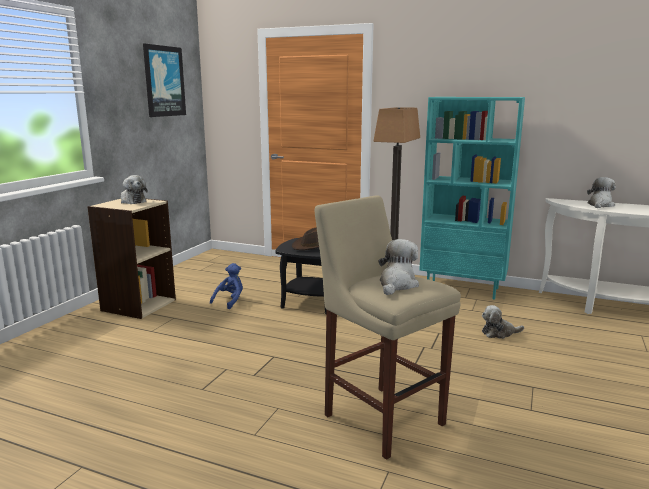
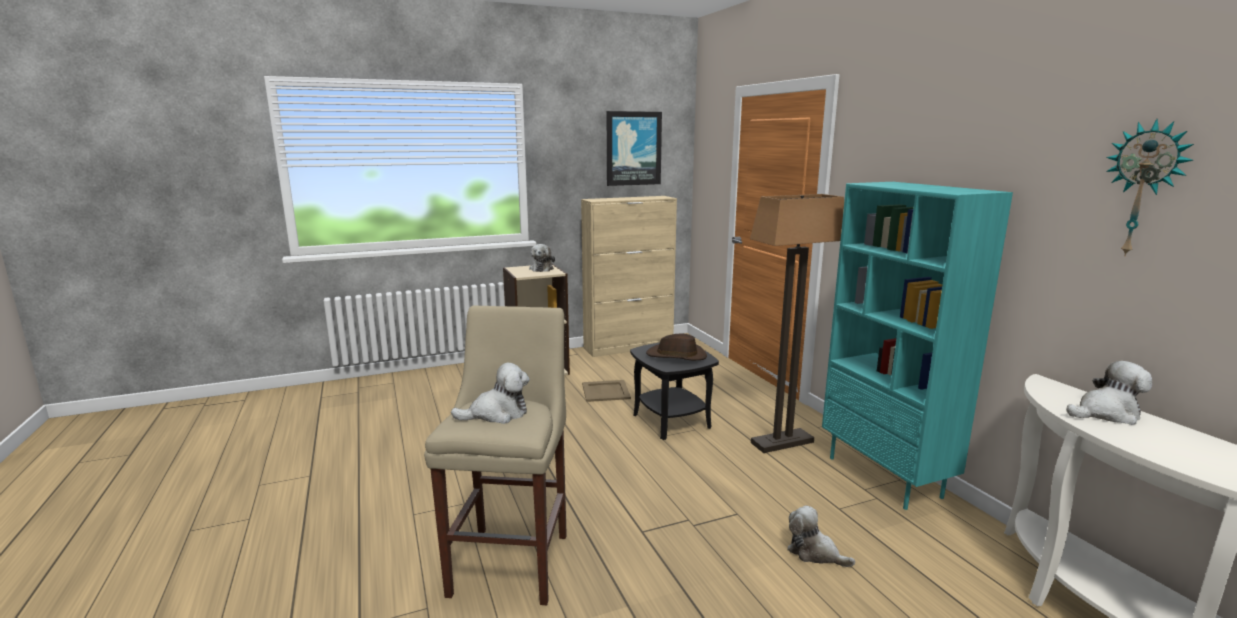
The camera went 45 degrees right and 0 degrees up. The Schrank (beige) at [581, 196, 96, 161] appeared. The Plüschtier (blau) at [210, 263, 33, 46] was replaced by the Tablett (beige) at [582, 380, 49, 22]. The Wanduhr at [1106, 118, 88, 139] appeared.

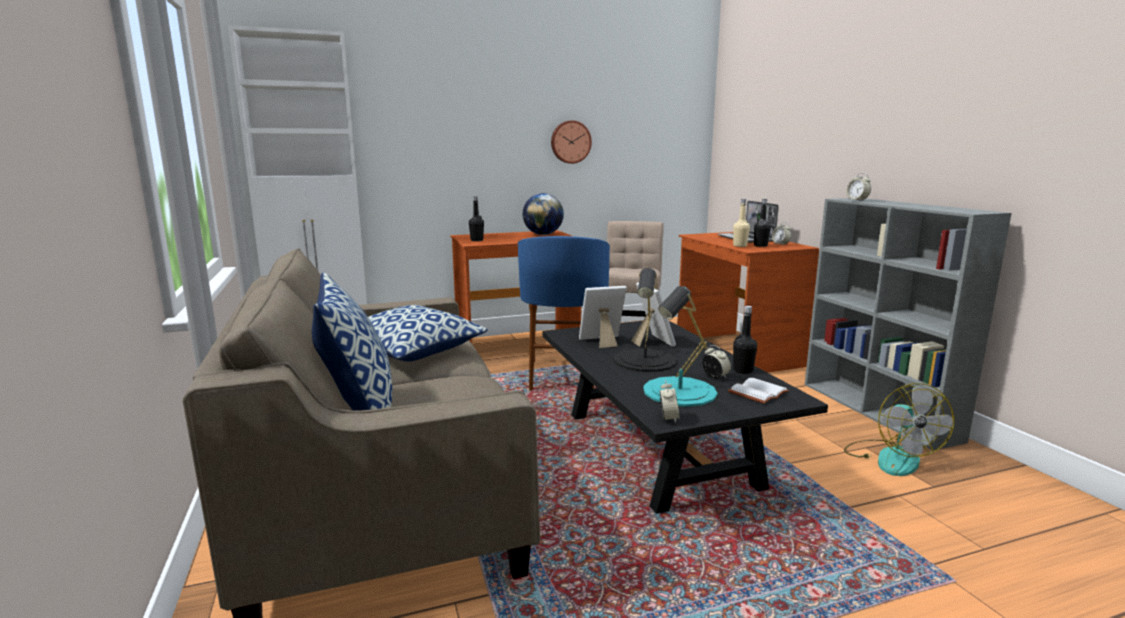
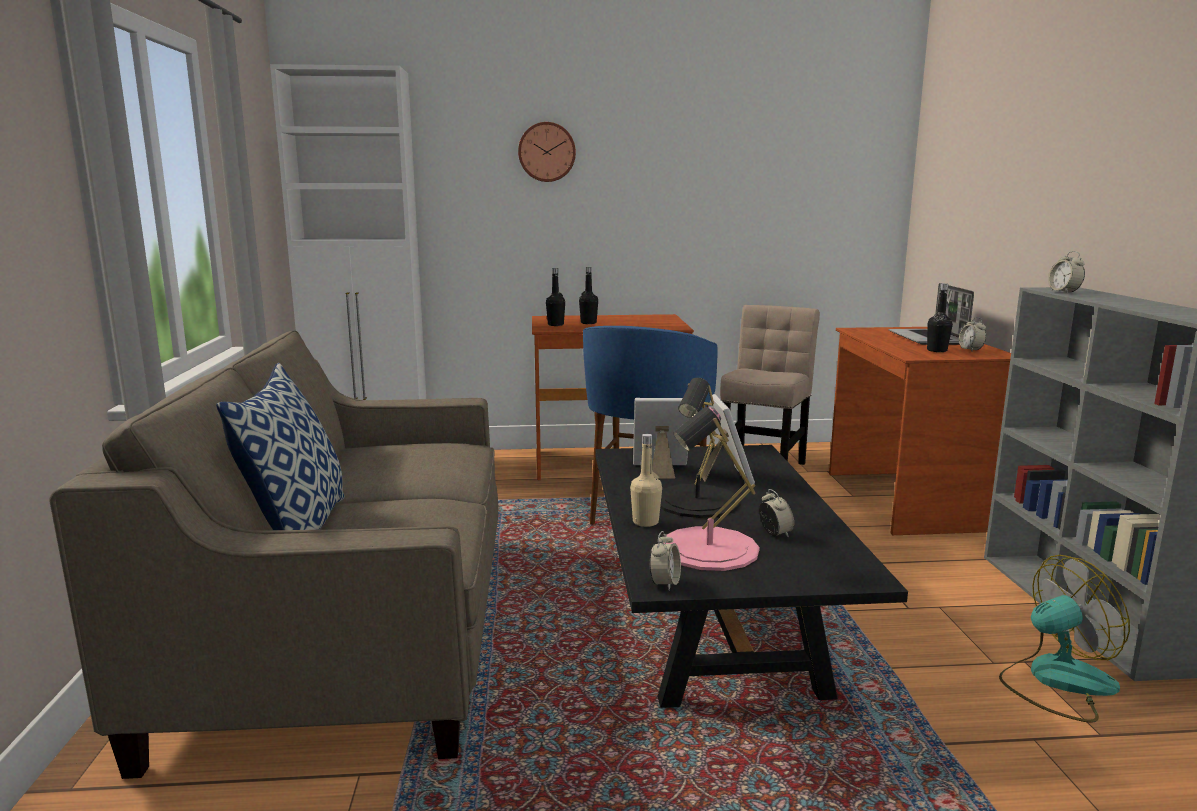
The camera went 15 degrees right and 0 degrees up. The Wanduhr moved from [551, 120, 41, 44] to [518, 122, 58, 60]. The Flasche (schwarz) moved from [733, 306, 24, 68] to [579, 267, 19, 57]. The Flasche (beige) moved from [733, 199, 17, 48] to [630, 434, 32, 93]. The Tischlampe (türkis) at [643, 286, 74, 121] became the Tischlampe (rosa) at [663, 407, 97, 164]. The Ventilator at [844, 383, 110, 93] turned 120 degrees counterclockwise. The Kissen at [368, 305, 120, 56] disappeared. The Globus at [523, 193, 41, 42] disappeared. The Buch (weiß) at [728, 378, 61, 26] disappeared.

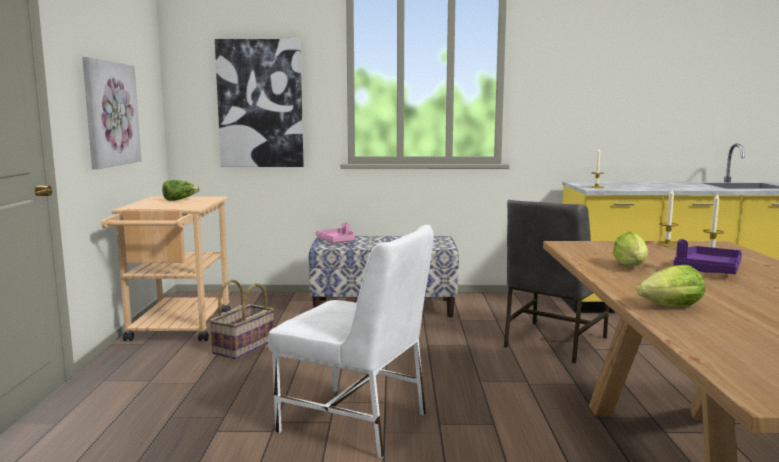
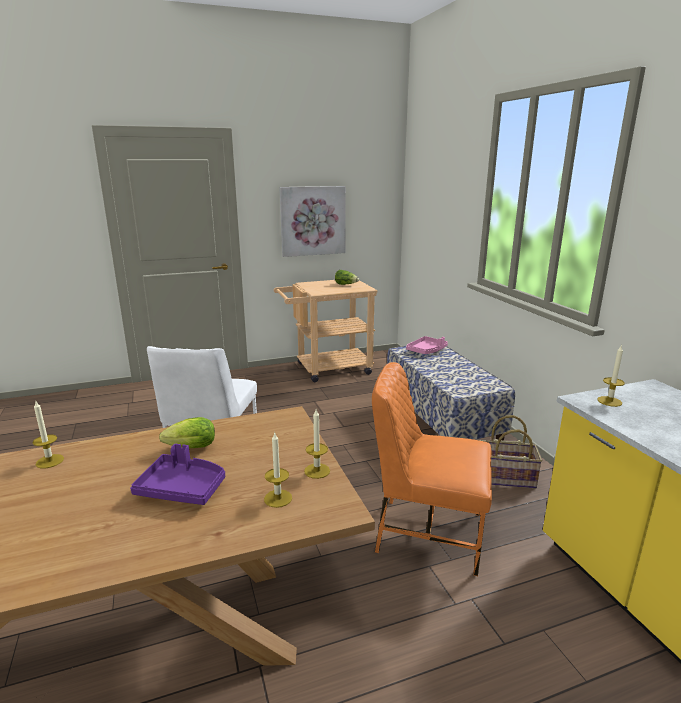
The camera went 70 degrees right and 10 degrees up. The Salatkopf at [637, 265, 69, 42] was replaced by the Kerze at [33, 400, 31, 68]. The Stuhl (grau) at [504, 200, 105, 163] became the Stuhl (orange) at [372, 362, 120, 214]. The Korb moved from [209, 280, 65, 79] to [479, 415, 63, 74]. The Bild at [215, 39, 89, 128] disappeared.

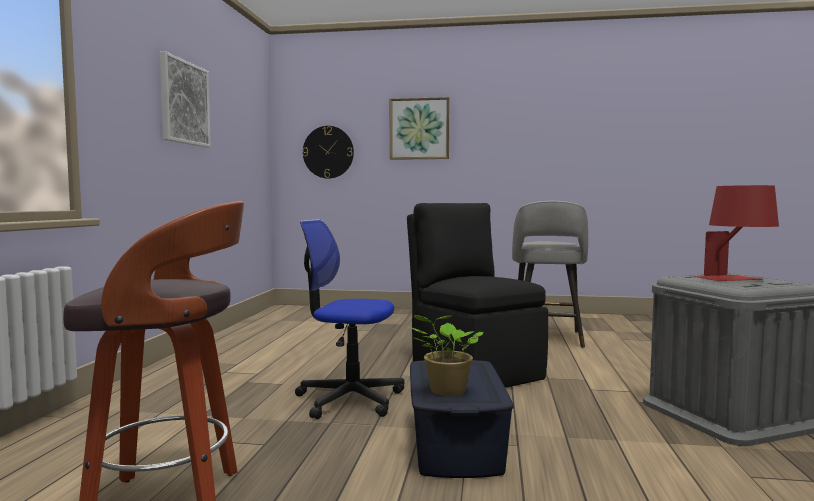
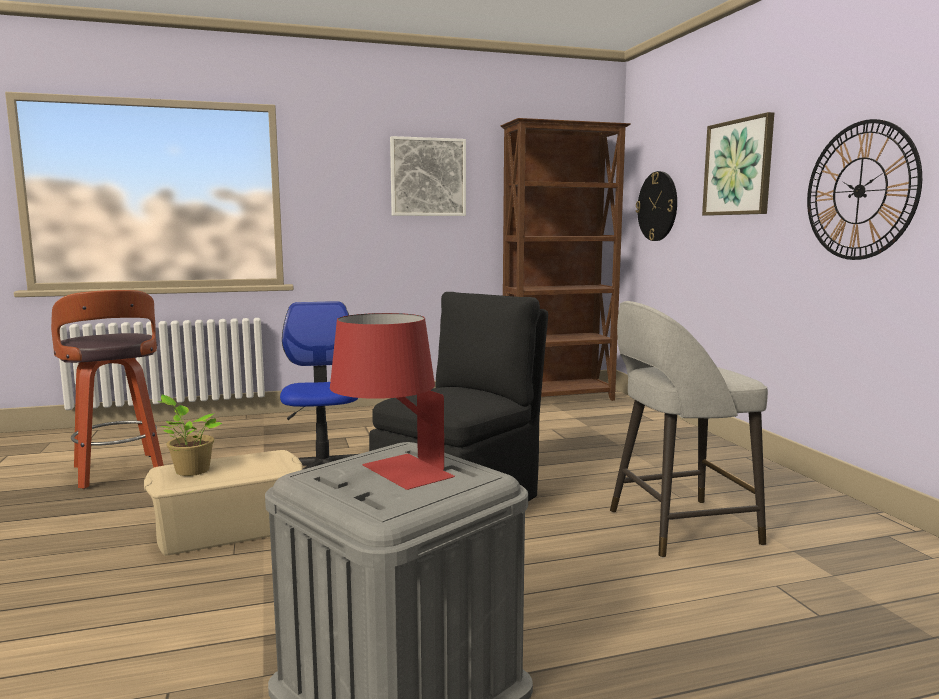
The camera went 65 degrees right and 5 degrees up. The Aufbewahrungsbox (blau) at [410, 360, 104, 118] became the Aufbewahrungsbox (beige) at [144, 450, 159, 106]. The Bücherregal (braun) at [501, 118, 130, 283] appeared. The Wanduhr at [807, 119, 115, 141] appeared.

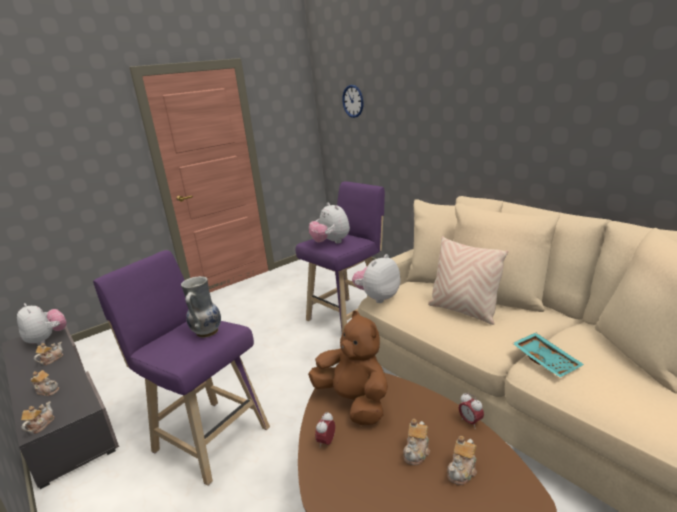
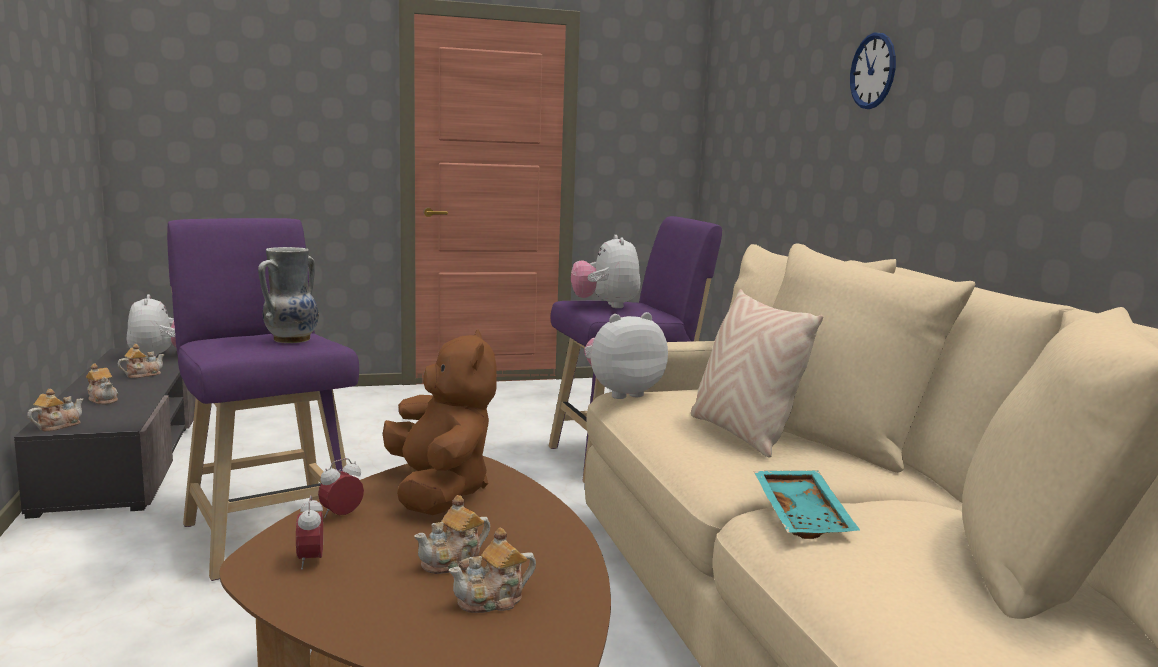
The camera went 20 degrees right and 10 degrees down. The Wecker moved from [459, 393, 25, 36] to [296, 495, 27, 75]. The Wanduhr moved from [342, 85, 21, 33] to [850, 32, 46, 77].

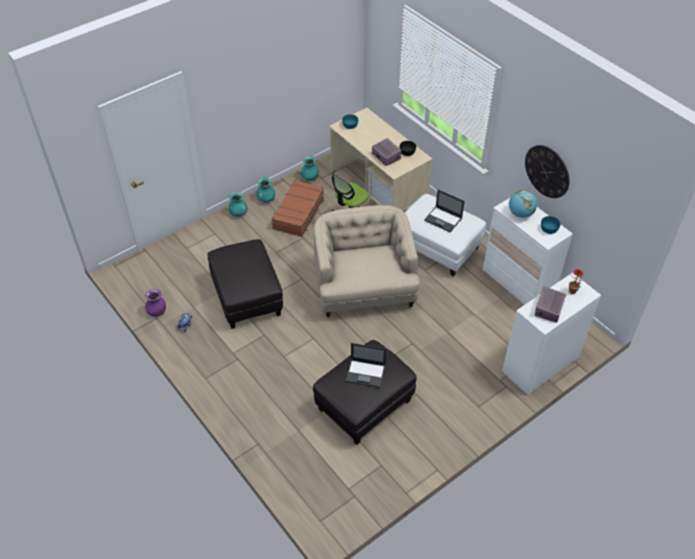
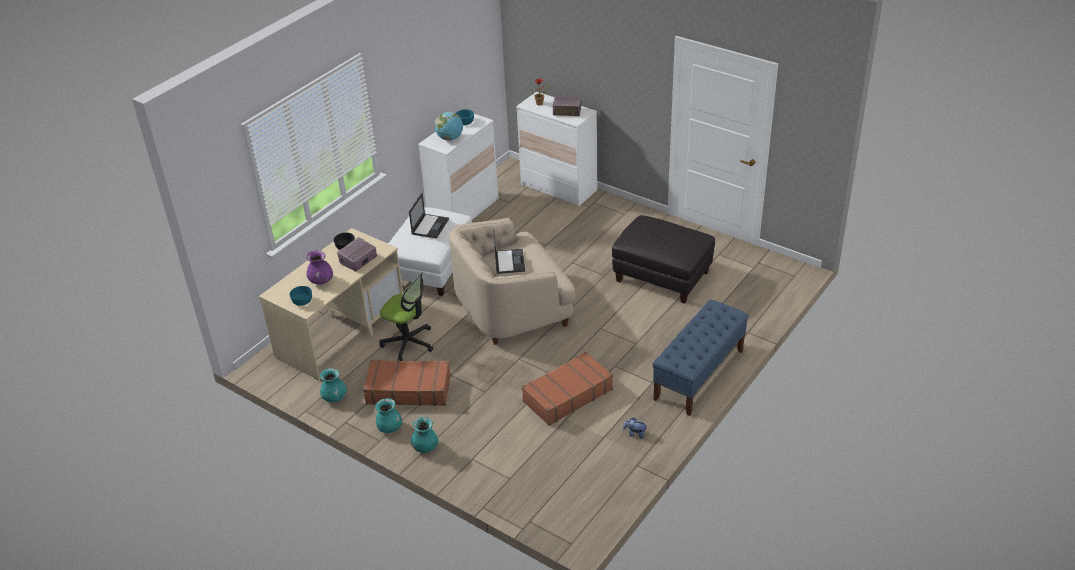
The camera went 105 degrees left and 10 degrees down. The Vase (lila) moved from [145, 289, 21, 28] to [306, 250, 27, 34]. The Laptop moved from [346, 343, 40, 45] to [493, 229, 32, 45]. The Polsterhocker (schwarz) at [207, 239, 76, 90] was replaced by the Koffer (braun) at [522, 352, 91, 74]. The Bank (blau) at [652, 300, 97, 116] appeared. The Wanduhr at [525, 145, 44, 53] disappeared.

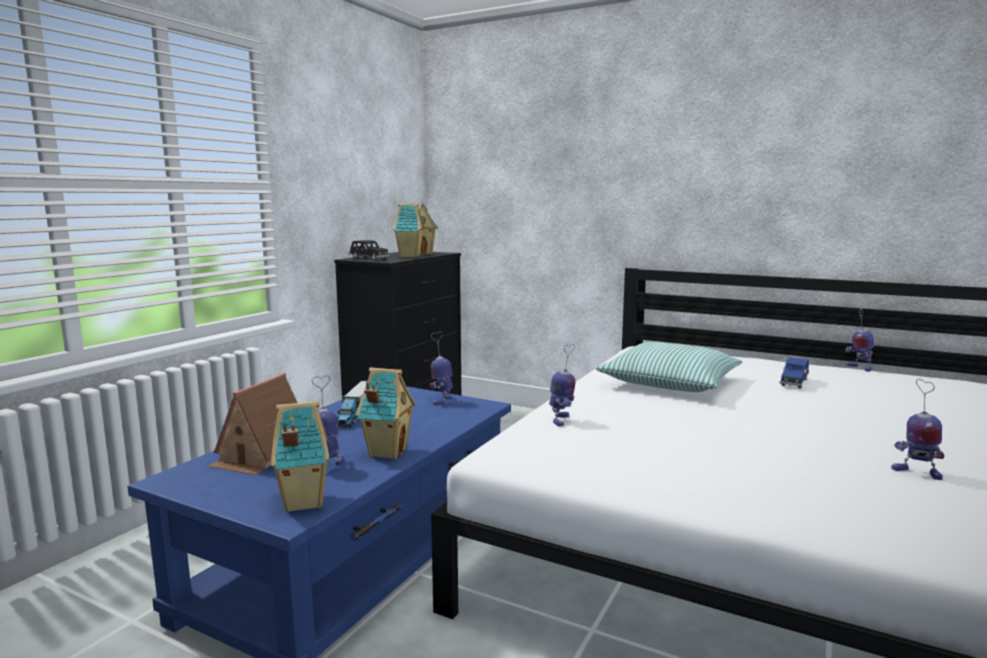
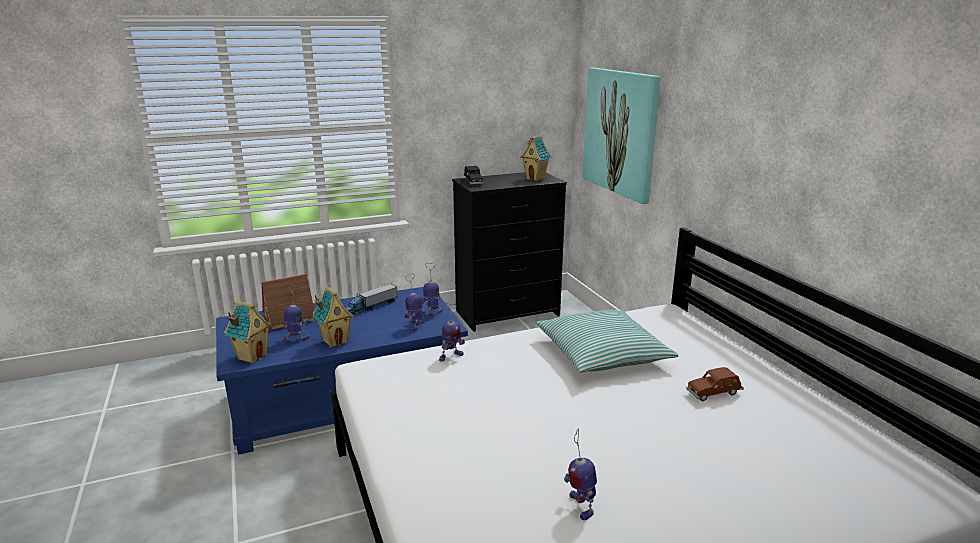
The camera went 40 degrees right and 10 degrees up. The Spielzeugroboter moved from [845, 307, 29, 65] to [405, 273, 19, 58]. The Bild at [582, 68, 79, 136] appeared. The Spielzeugauto (blau) at [780, 357, 29, 31] became the Spielzeugauto (braun) at [686, 367, 58, 34]. The Spielzeughaus at [393, 203, 32, 55] disappeared.

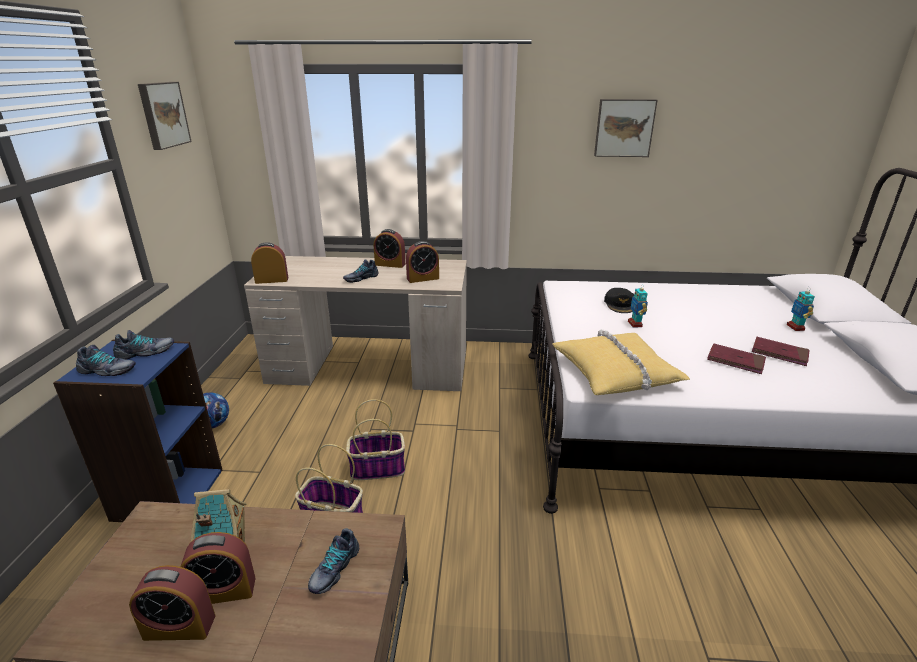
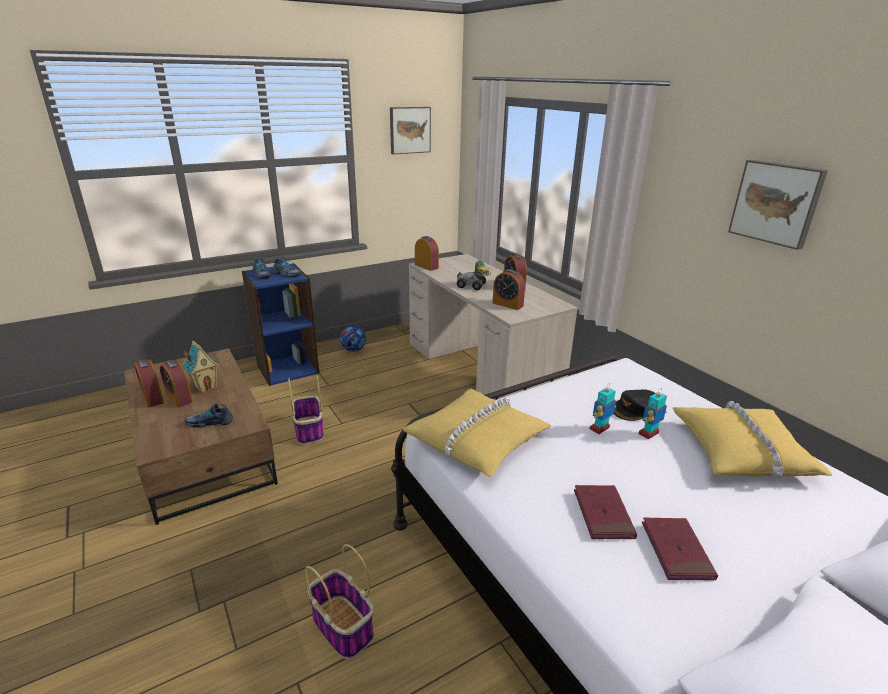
The camera went 55 degrees right and 0 degrees up. The Korb moved from [346, 399, 59, 81] to [305, 544, 69, 115]. The Schuh at [343, 259, 36, 24] was replaced by the Spielzeugauto at [457, 261, 34, 29]. The Spielzeugroboter moved from [787, 287, 28, 44] to [638, 390, 29, 49]. The Kissen (gelb) at [673, 401, 160, 78] appeared.

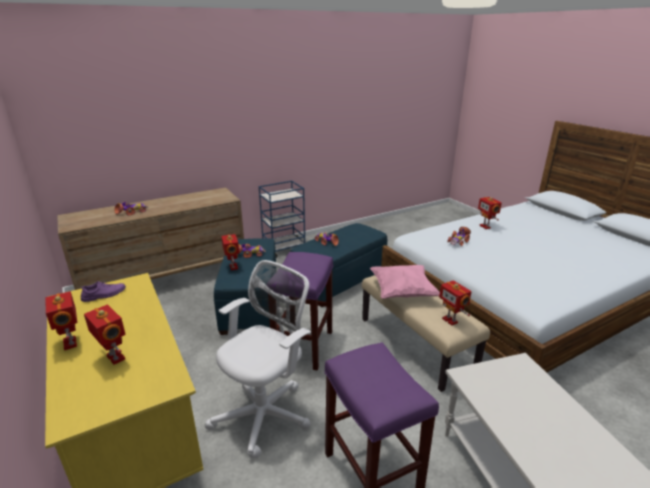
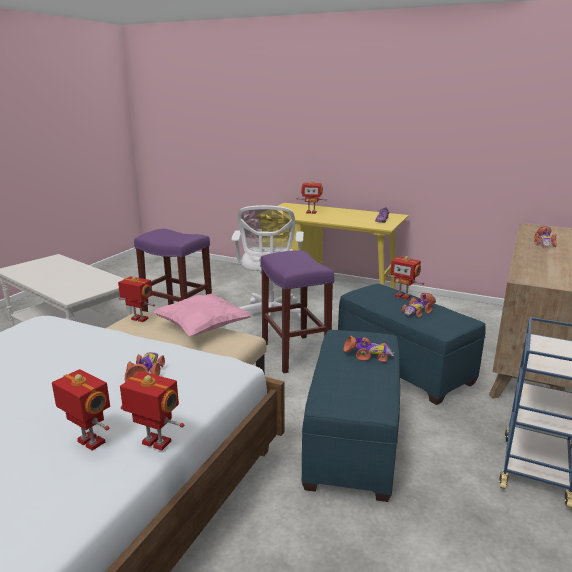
The camera went 145 degrees right and 5 degrees down. The Spielzeugroboter moved from [45, 291, 32, 59] to [120, 371, 64, 80].

